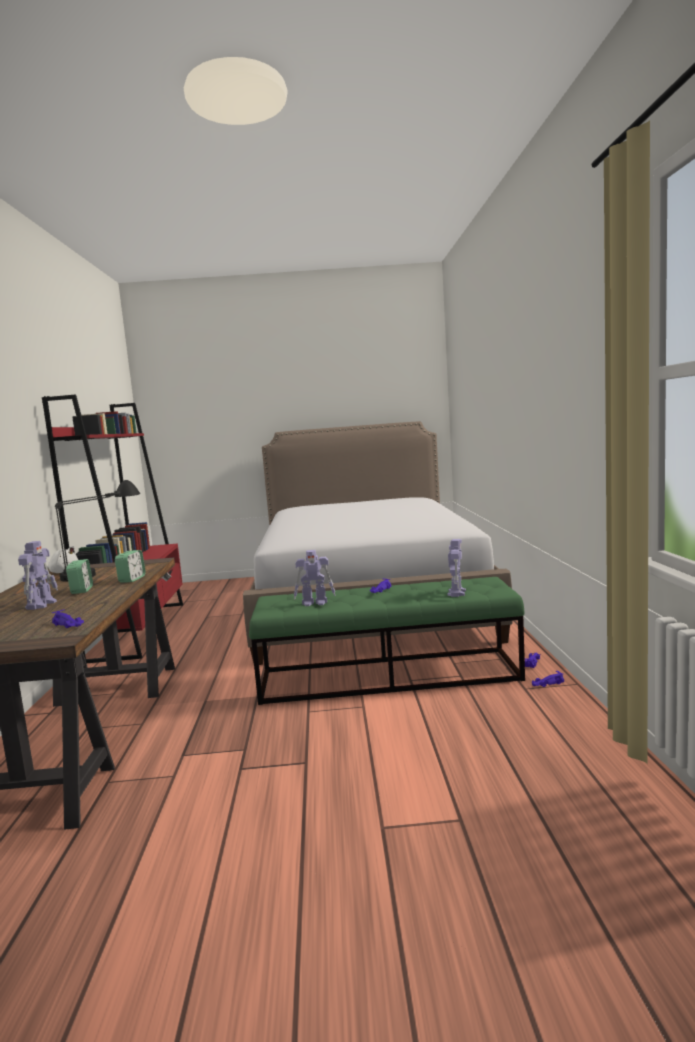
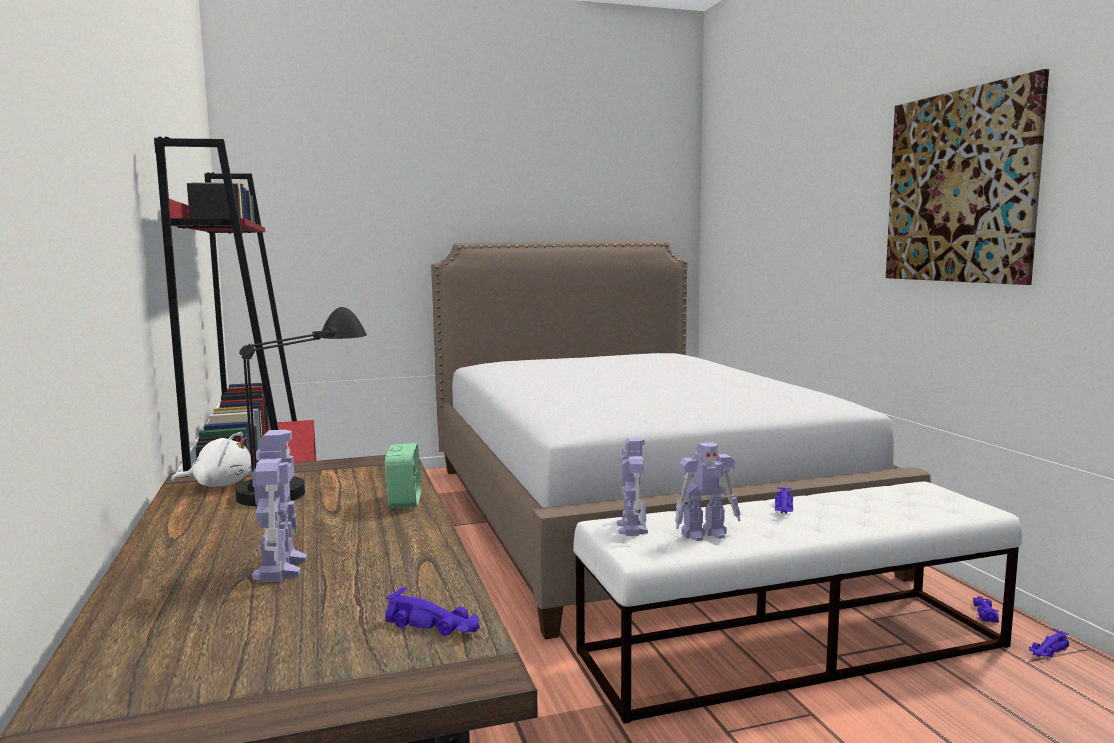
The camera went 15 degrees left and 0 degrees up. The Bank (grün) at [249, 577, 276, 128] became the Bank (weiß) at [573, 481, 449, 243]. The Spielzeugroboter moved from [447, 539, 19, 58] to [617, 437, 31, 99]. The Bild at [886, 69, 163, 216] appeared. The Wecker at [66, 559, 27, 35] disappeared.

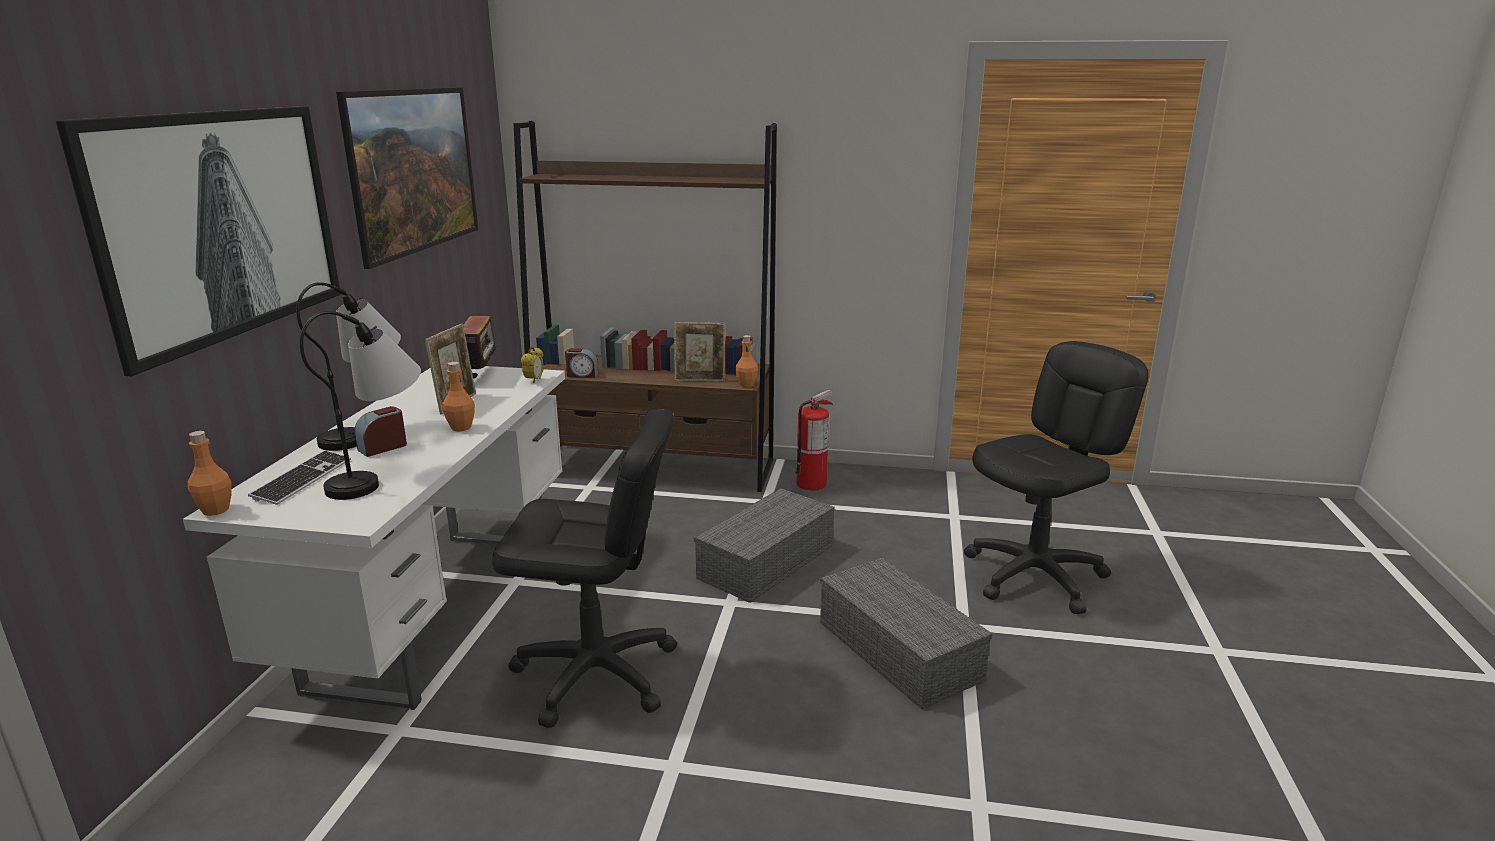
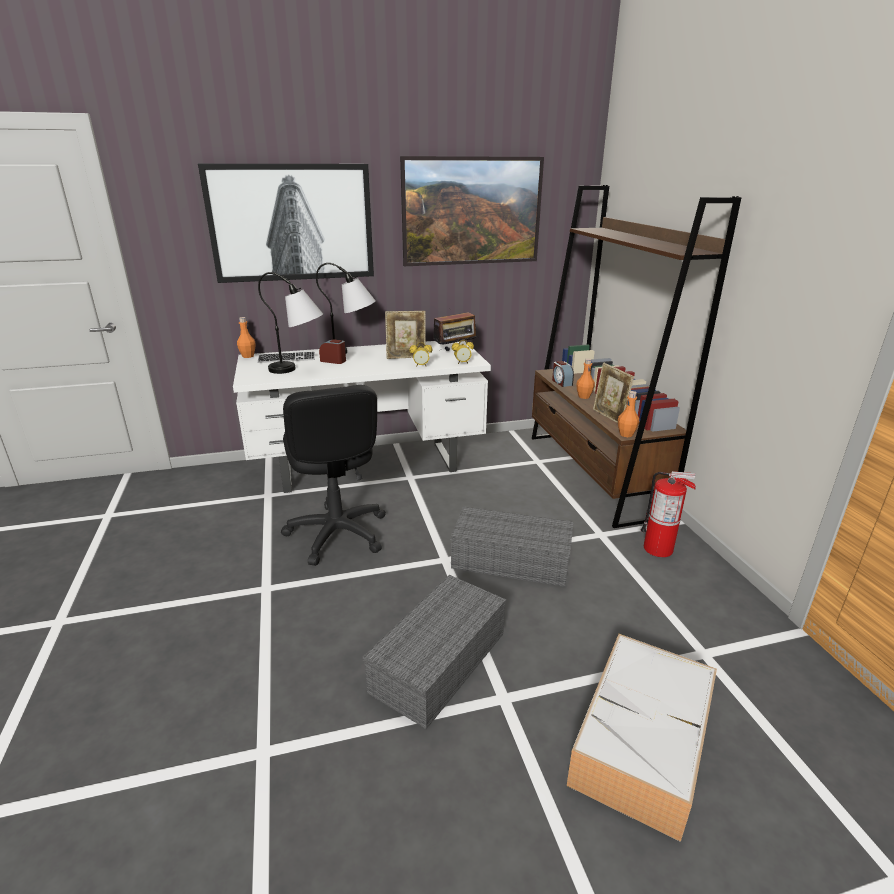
The camera went 65 degrees right and 5 degrees up. The Wecker at [409, 342, 23, 25] appeared. The Bürostuhl (schwarz) at [964, 341, 184, 273] was replaced by the Aufbewahrungsbox at [567, 634, 150, 208]. The Flasche (orange) moved from [442, 362, 33, 69] to [576, 358, 19, 41].

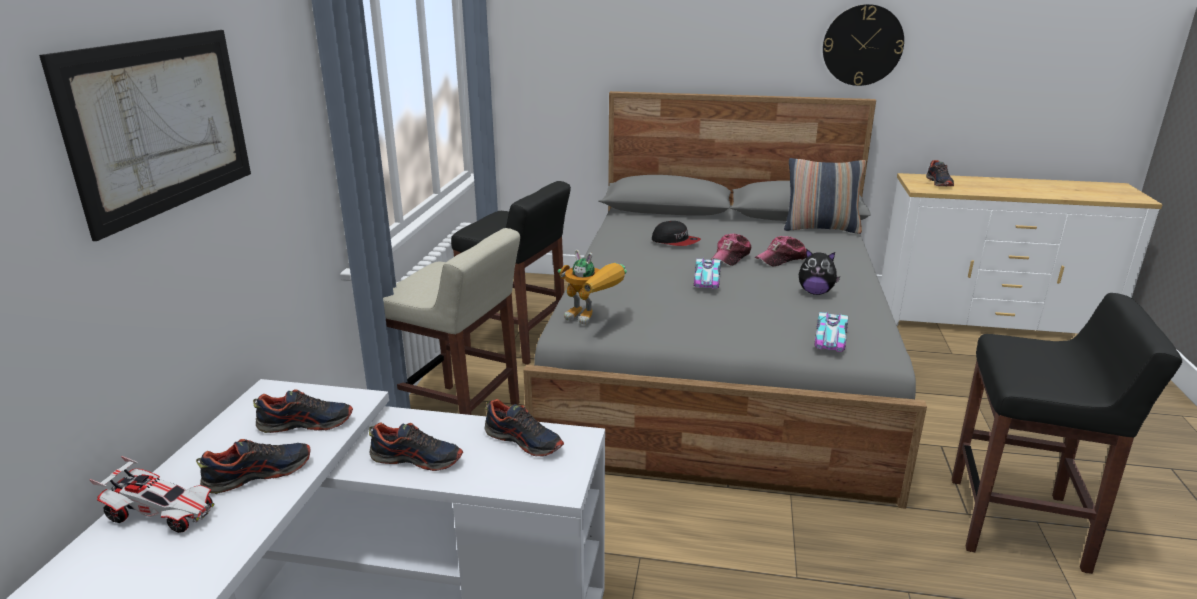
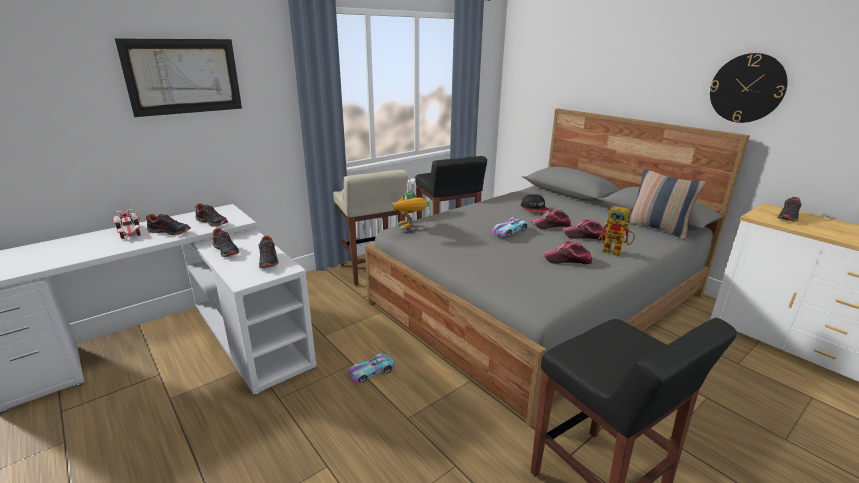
The camera went 40 degrees right and 0 degrees up. The Spielzeugauto moved from [814, 312, 34, 40] to [348, 353, 47, 30]. The Plüschtier at [799, 249, 41, 46] was replaced by the Kappe at [543, 241, 49, 23]. The Spielzeugroboter at [599, 206, 36, 50] appeared.

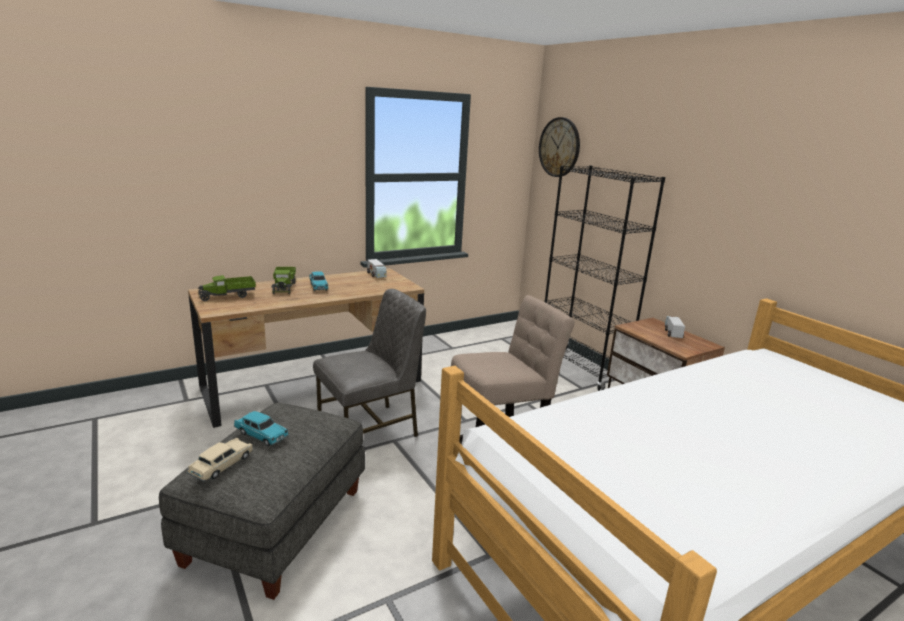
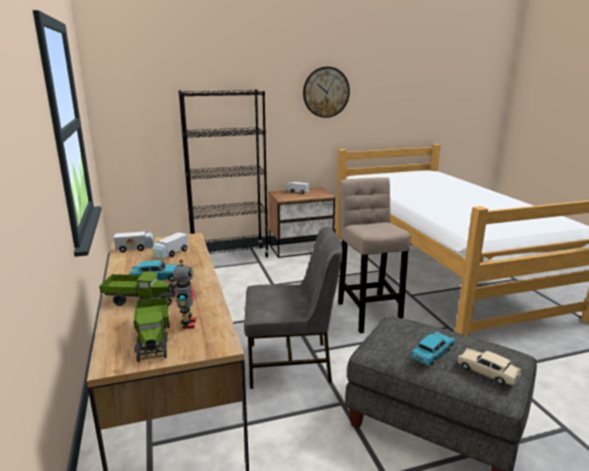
The camera went 75 degrees left and 0 degrees up. The Spielzeuglaster at [153, 232, 35, 27] appeared. The Spielzeugroboter at [173, 259, 23, 70] appeared. The Stuhl (grau) at [313, 289, 113, 148] turned 105 degrees clockwise. The Wanduhr moved from [539, 117, 41, 60] to [303, 67, 47, 51].

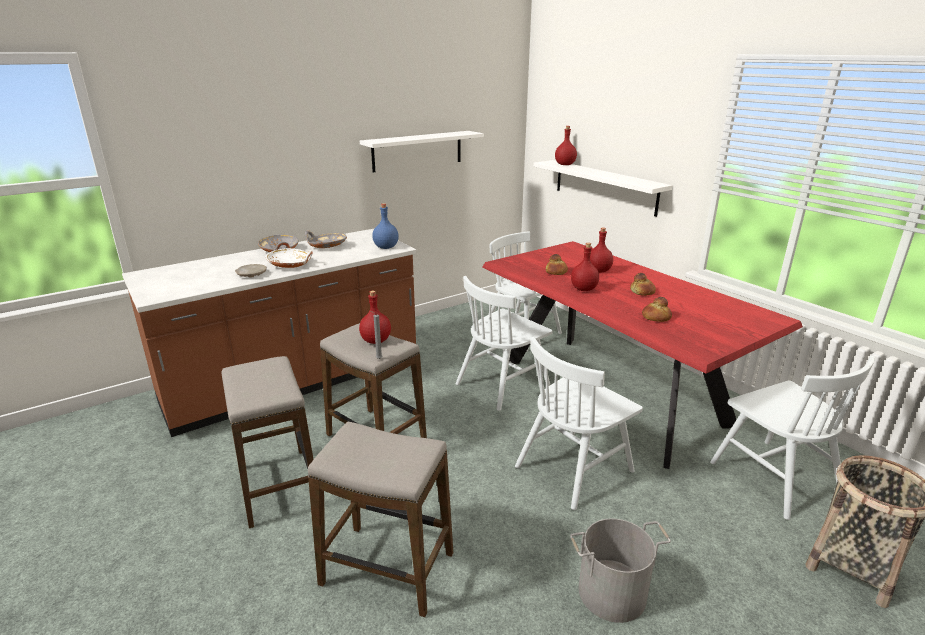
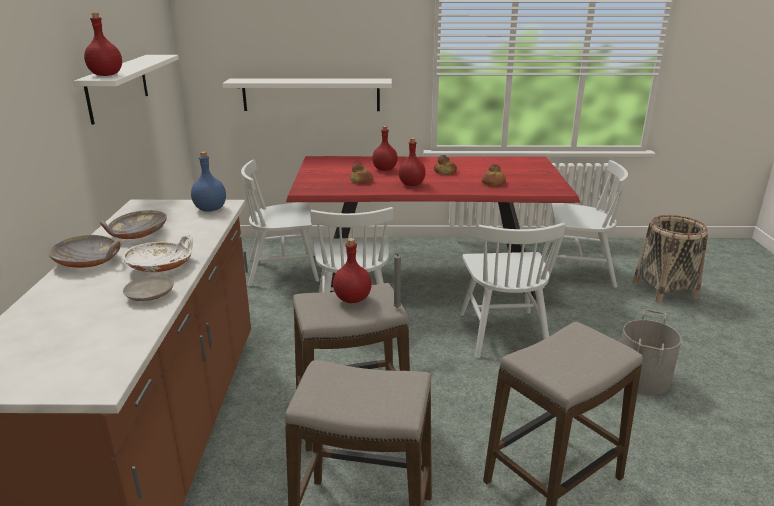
The camera went 55 degrees left and 0 degrees up. The Flasche (rot) moved from [555, 126, 22, 39] to [84, 13, 38, 63].

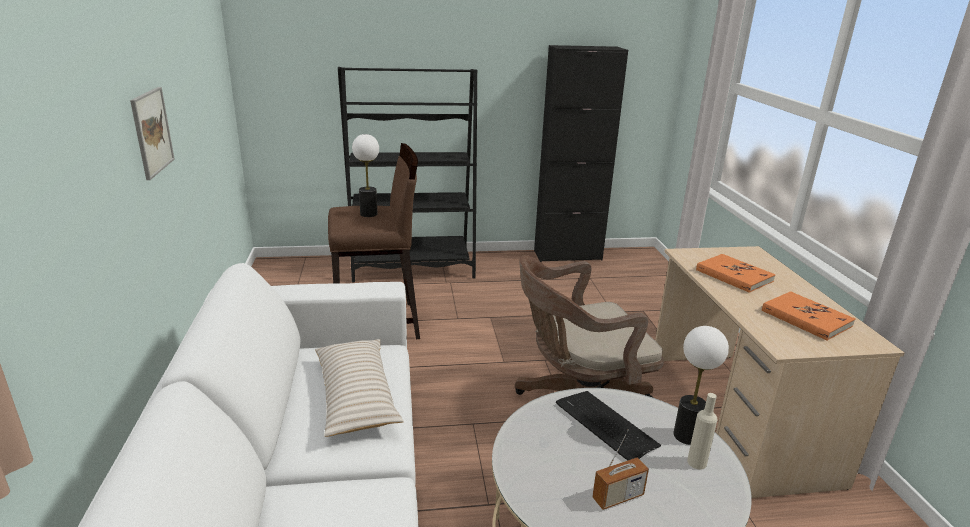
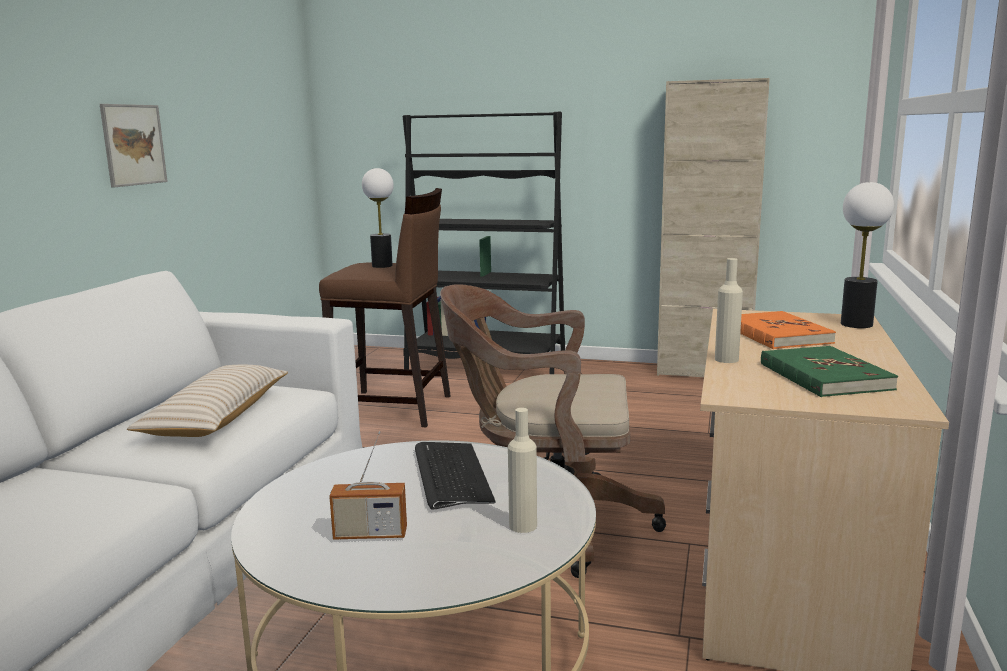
The camera went 25 degrees right and 10 degrees down. The Schrank (schwarz) at [534, 45, 94, 217] became the Schrank (beige) at [657, 78, 113, 299]. The Flasche (beige) at [715, 258, 28, 105] appeared. The Buch (orange) at [762, 291, 94, 50] became the Buch (grün) at [761, 346, 137, 51]. The Tischlampe moved from [673, 326, 56, 119] to [841, 182, 53, 146].

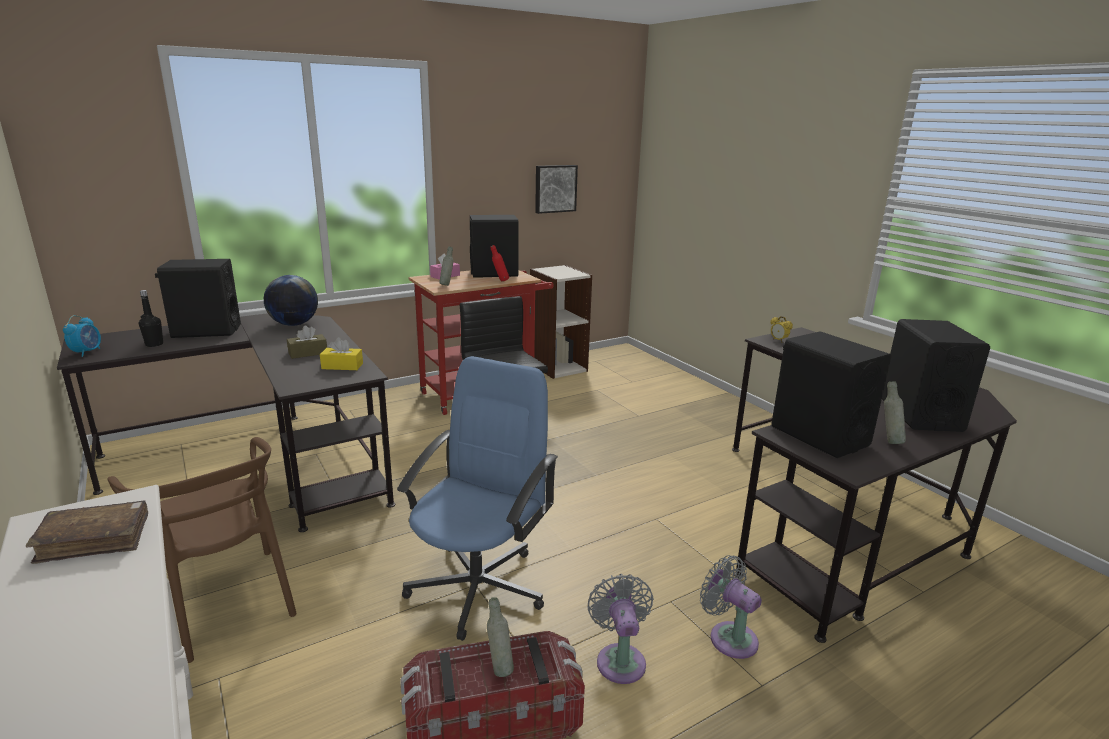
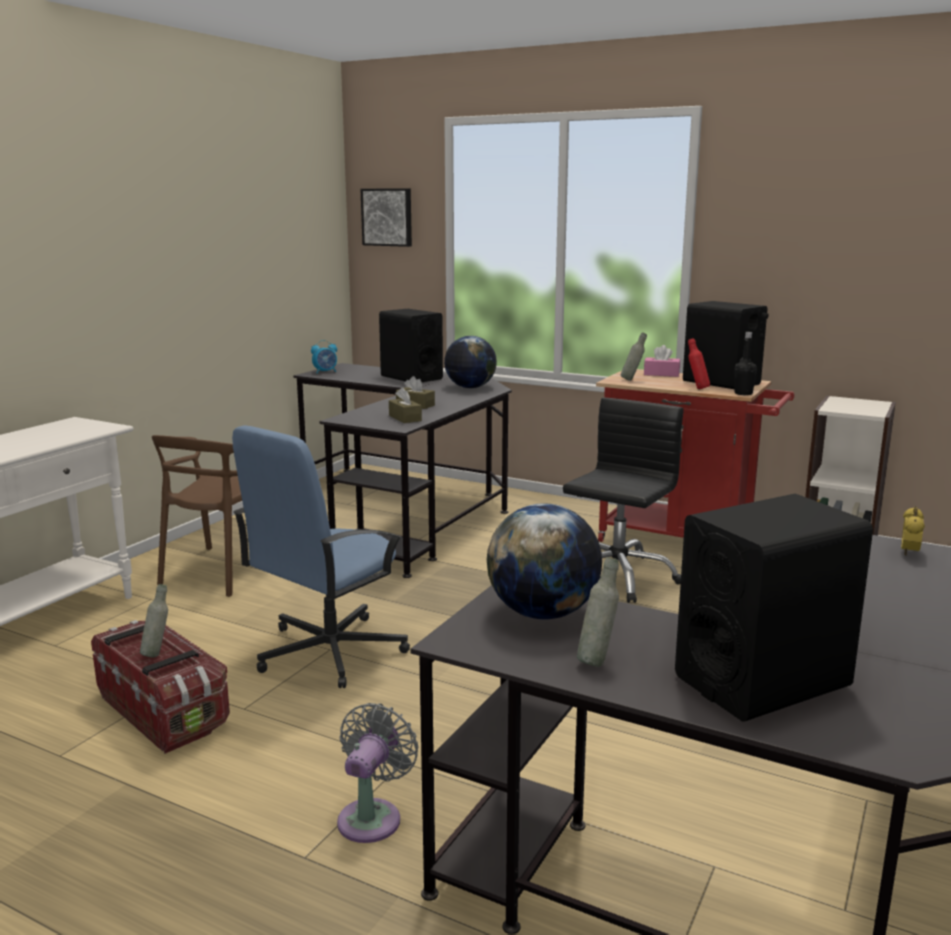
The camera went 60 degrees right and 5 degrees down. The Bürostuhl (blau) at [397, 356, 161, 285] turned 135 degrees clockwise. The Bild moved from [535, 165, 43, 49] to [360, 188, 52, 59]. The Taschentuchbox (gelb) at [320, 337, 43, 33] became the Taschentuchbox (braun) at [389, 387, 33, 36]. The Lautsprecher (schwarz) at [771, 331, 120, 127] was replaced by the Globus at [487, 503, 115, 116]. The Flasche (schwarz) moved from [139, 290, 24, 57] to [734, 332, 23, 63]. The Buch (braun) at [26, 501, 122, 63] disappeared. The Ventilator (grau) at [587, 574, 67, 110] disappeared.

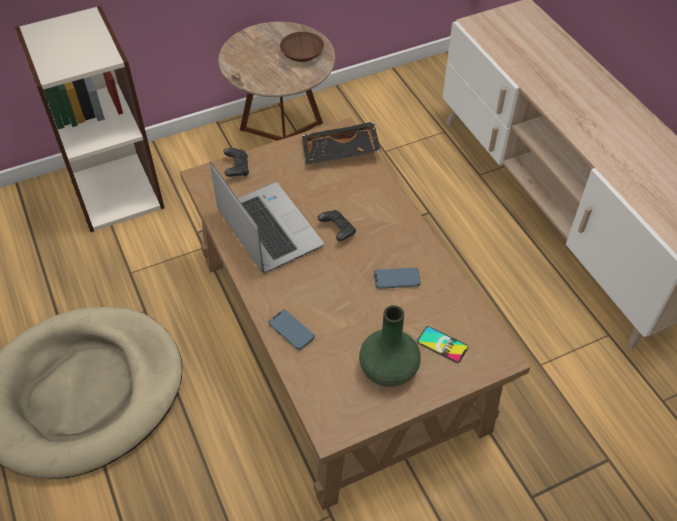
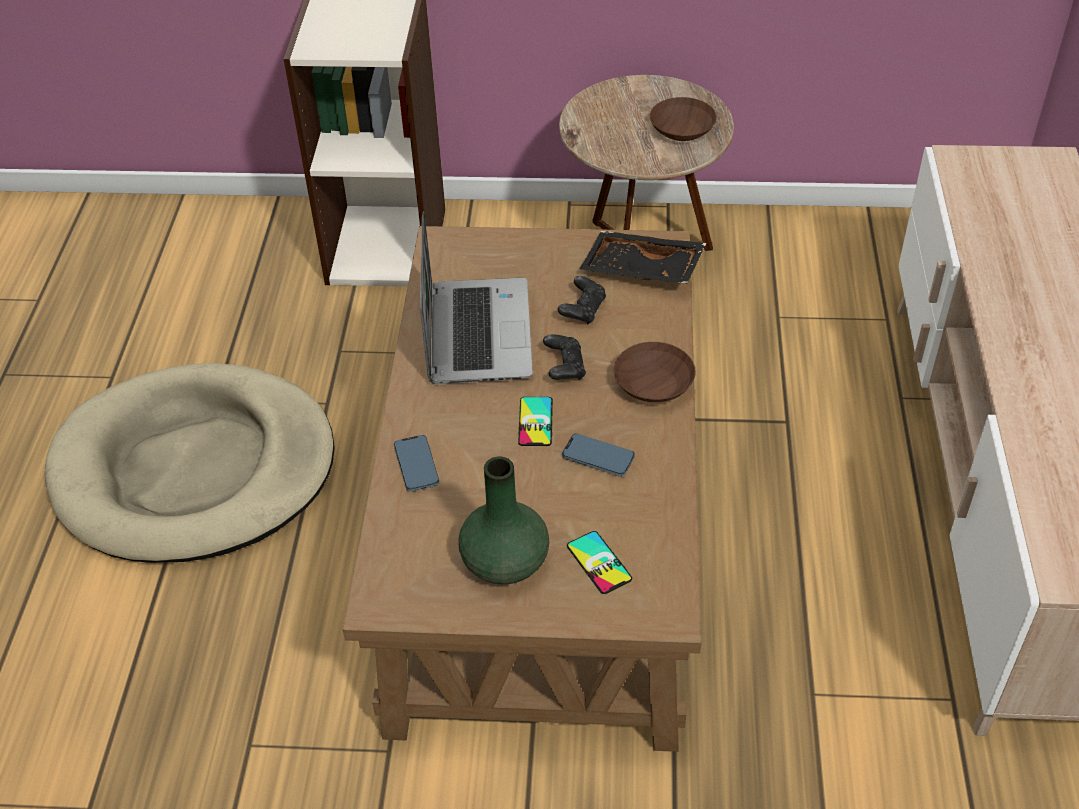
The camera went 30 degrees right and 5 degrees down. The Handy at [518, 397, 35, 49] appeared. The Gamepad (schwarz) moved from [223, 148, 26, 29] to [558, 276, 48, 48]. The Schüssel (braun) at [614, 342, 82, 60] appeared.

